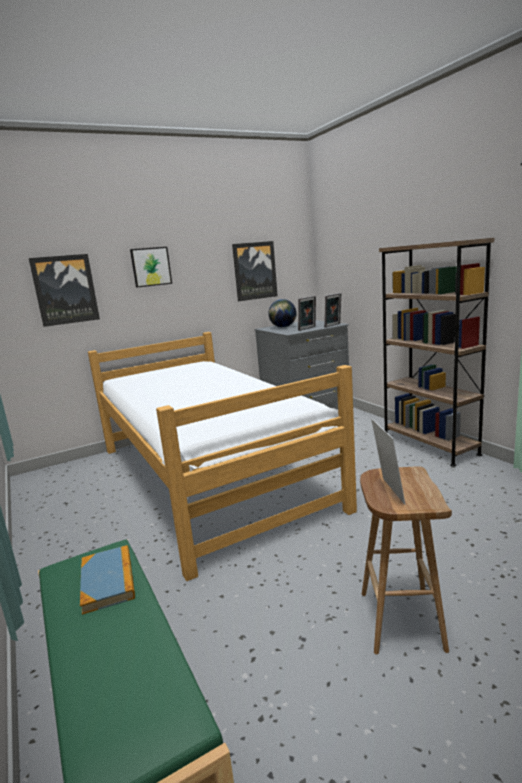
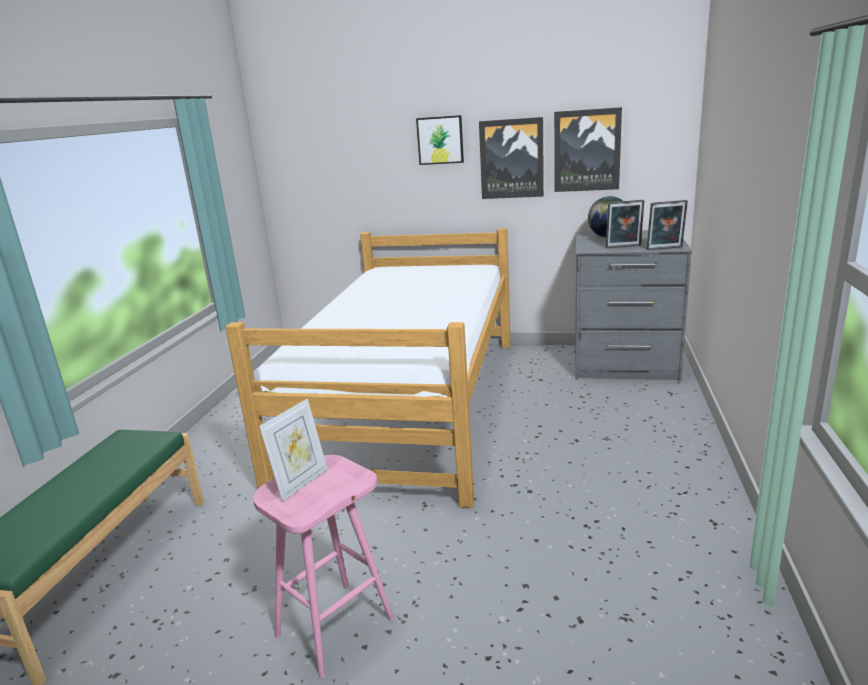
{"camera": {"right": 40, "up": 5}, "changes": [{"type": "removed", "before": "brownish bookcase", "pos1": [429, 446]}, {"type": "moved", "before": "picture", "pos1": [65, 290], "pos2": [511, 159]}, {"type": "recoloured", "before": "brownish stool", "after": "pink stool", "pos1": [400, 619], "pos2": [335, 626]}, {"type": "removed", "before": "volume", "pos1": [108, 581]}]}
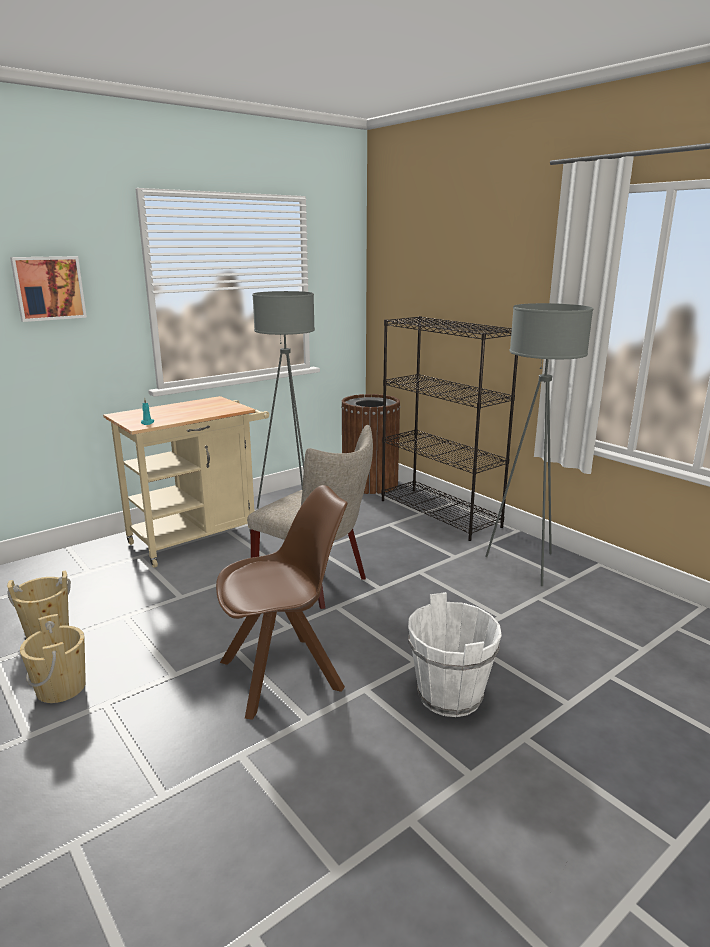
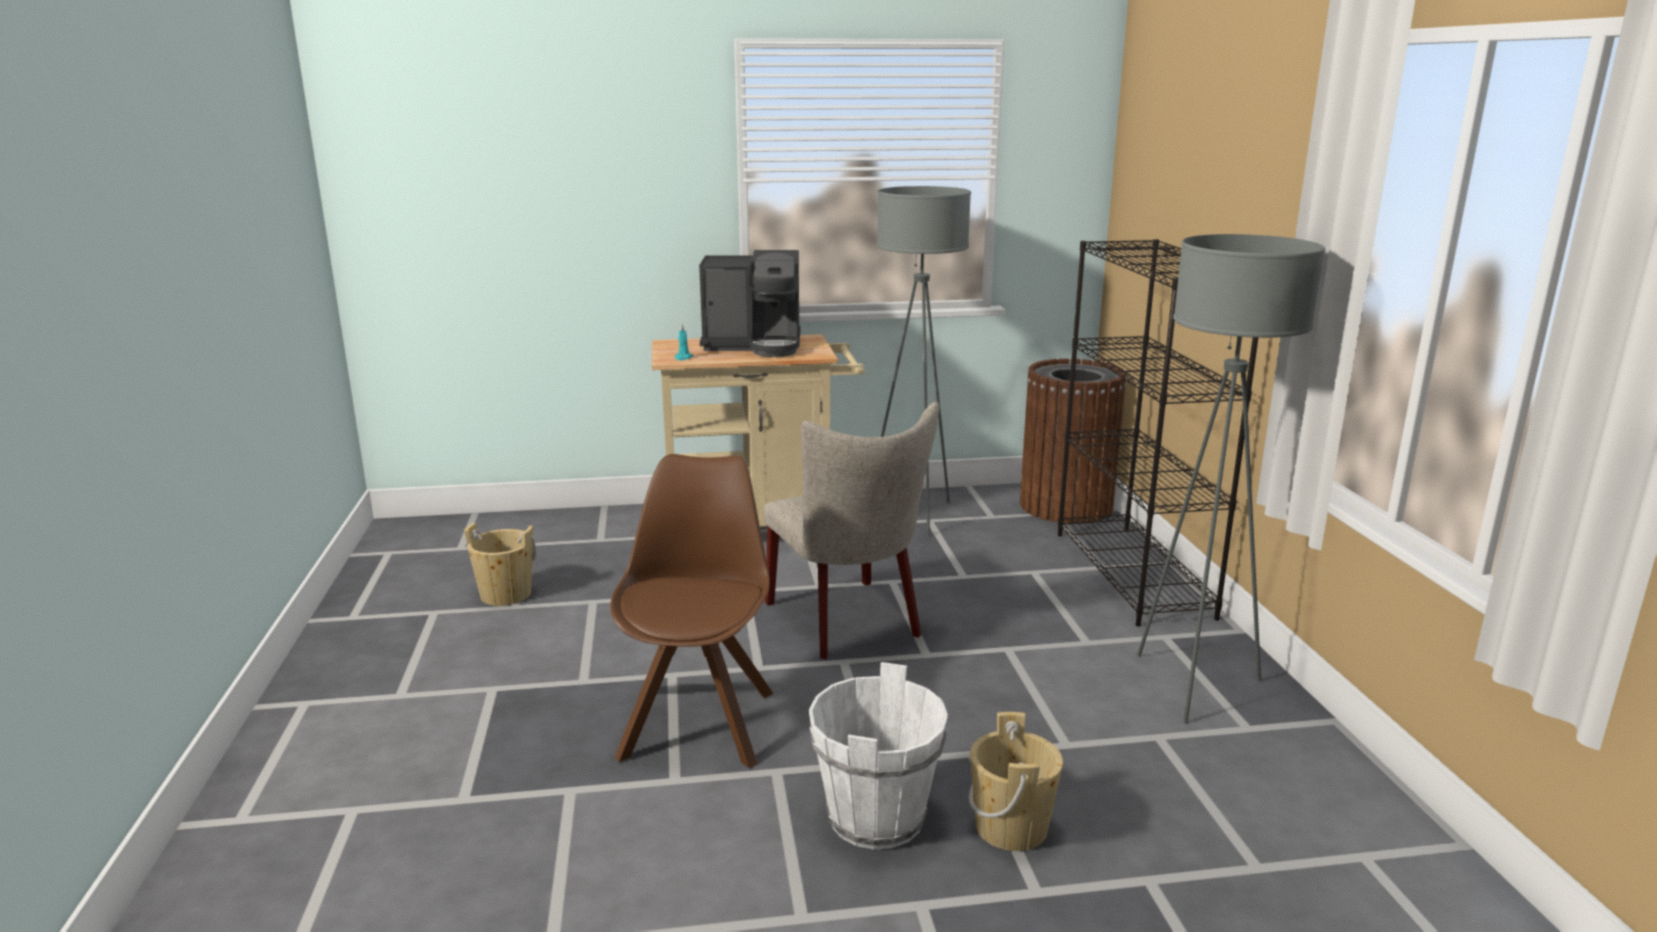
{"camera": {"right": 30, "up": 0}, "changes": [{"type": "removed", "before": "picture", "pos1": [48, 288]}, {"type": "turned", "before": "brownish upright chair", "pos1": [284, 674], "pos2": [699, 721], "turn": -90}, {"type": "moved", "before": "sand-coloured pail", "pos1": [61, 688], "pos2": [1011, 827]}, {"type": "added", "after": "coffee machine", "pos2": [754, 346]}]}
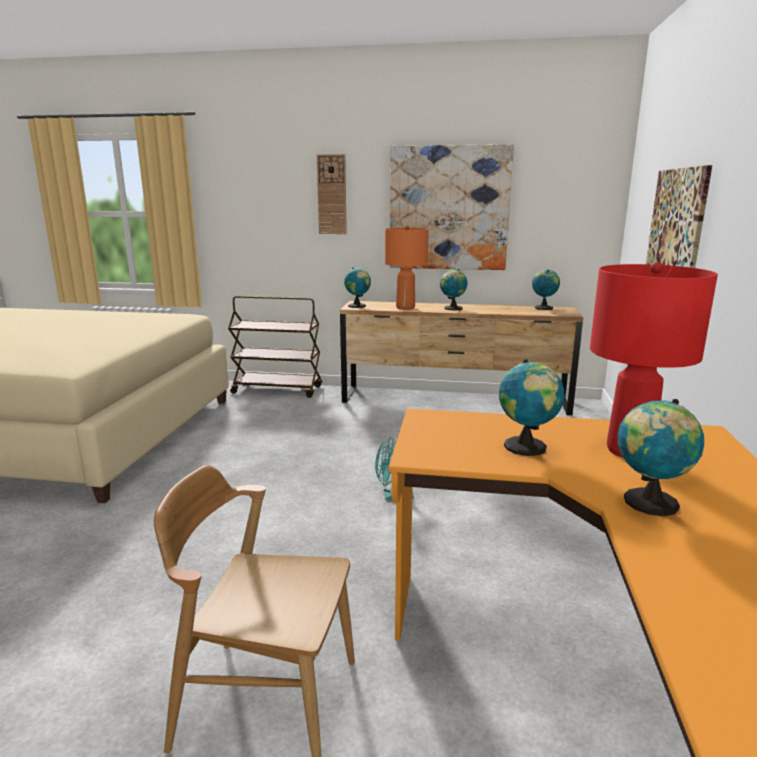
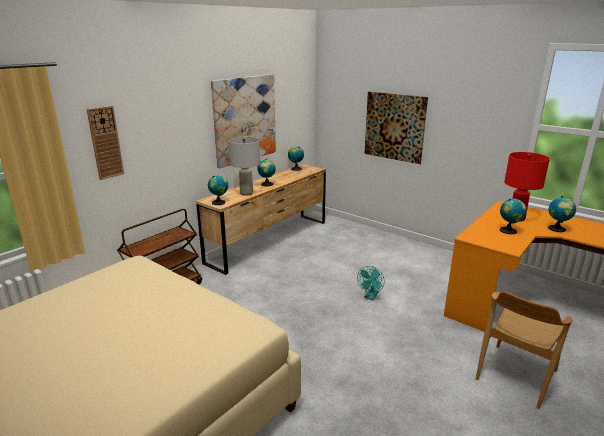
{"camera": {"right": -60, "up": 5}, "changes": [{"type": "moved", "before": "wall clock", "pos1": [332, 195], "pos2": [105, 143]}, {"type": "recoloured", "before": "orangey table lamp", "after": "gray table lamp", "pos1": [405, 308], "pos2": [246, 193]}]}
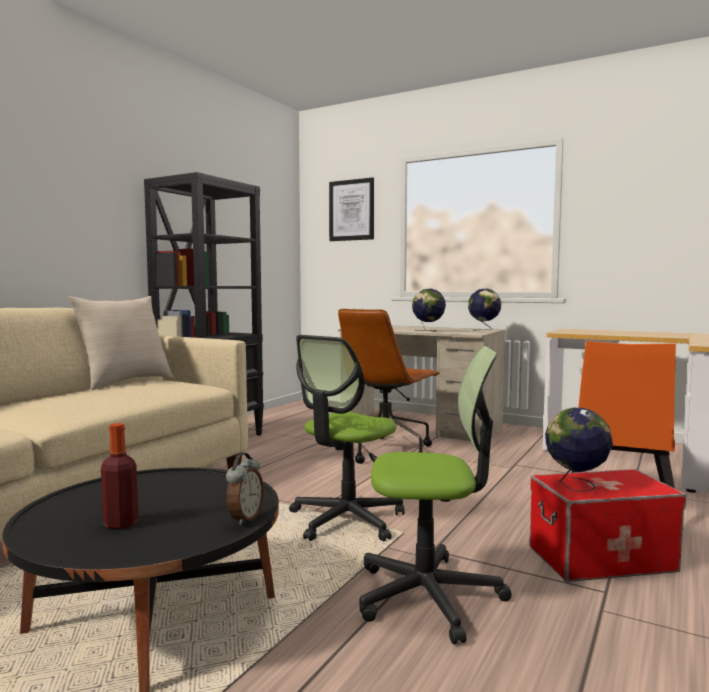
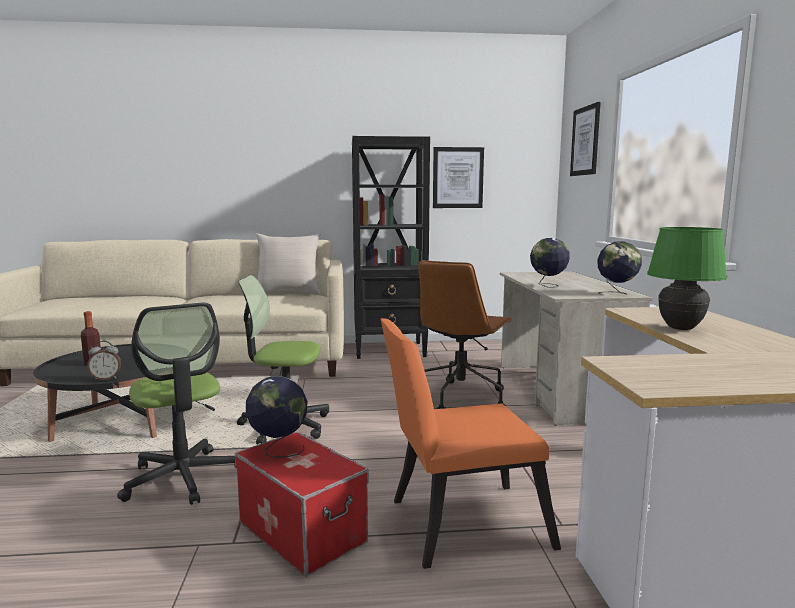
{"camera": {"right": 55, "up": 5}, "changes": [{"type": "turned", "before": "brownish desk chair", "pos1": [386, 450], "pos2": [460, 397], "turn": -60}, {"type": "added", "after": "picture", "pos2": [458, 178]}, {"type": "added", "after": "green-coloured table lamp", "pos2": [680, 329]}]}
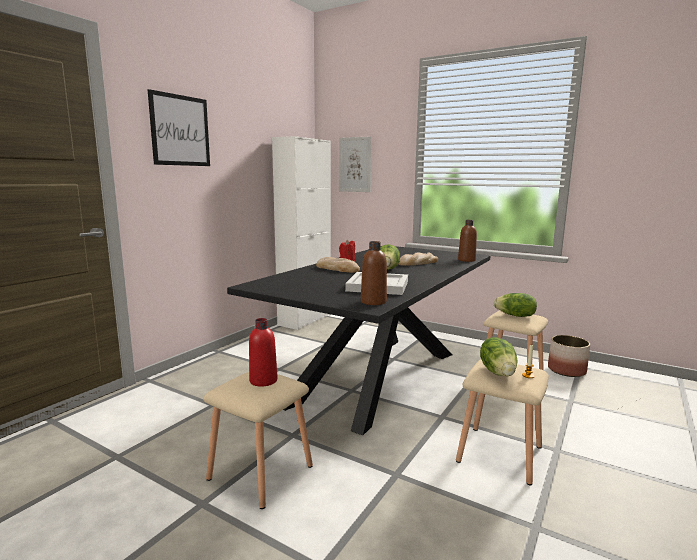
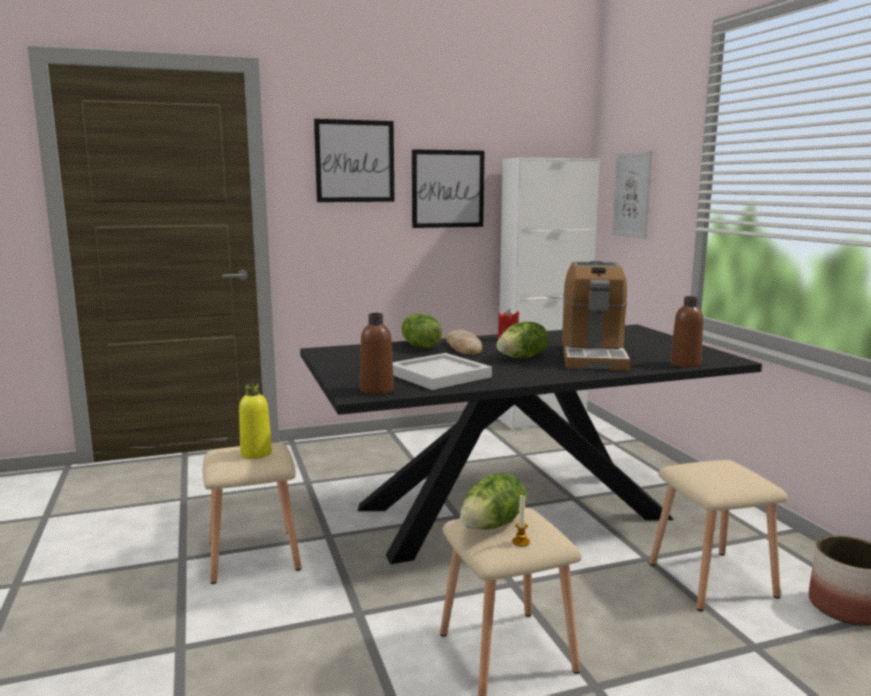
{"camera": {"right": 40, "up": 0}, "changes": [{"type": "replaced", "before": "bread", "after": "coffee machine", "pos1": [418, 263], "pos2": [593, 356]}, {"type": "moved", "before": "lettuce", "pos1": [515, 316], "pos2": [419, 346]}, {"type": "recoloured", "before": "reddish drink bottle", "after": "yellowish drink bottle", "pos1": [263, 381], "pos2": [256, 453]}, {"type": "added", "after": "picture", "pos2": [448, 189]}]}
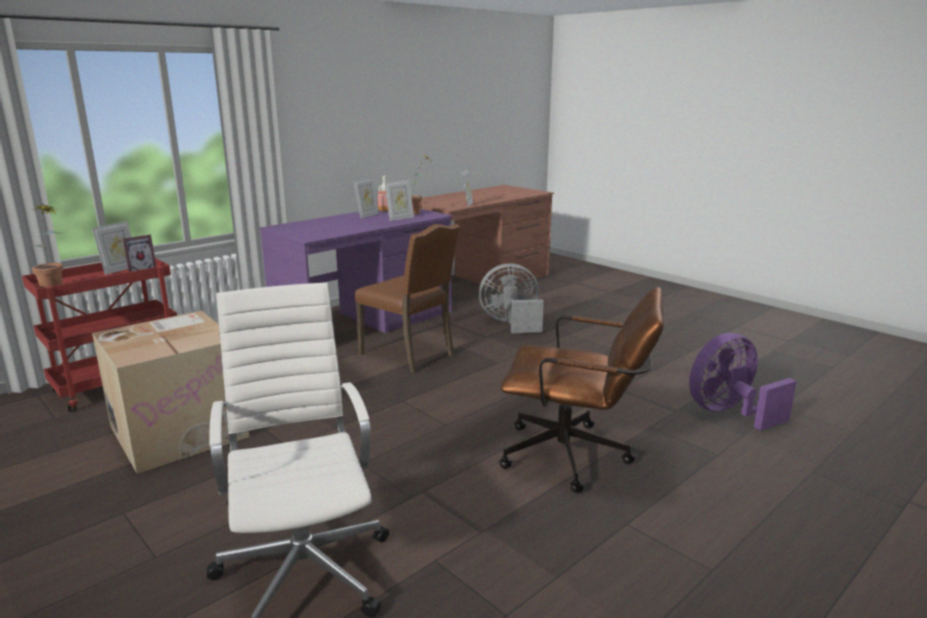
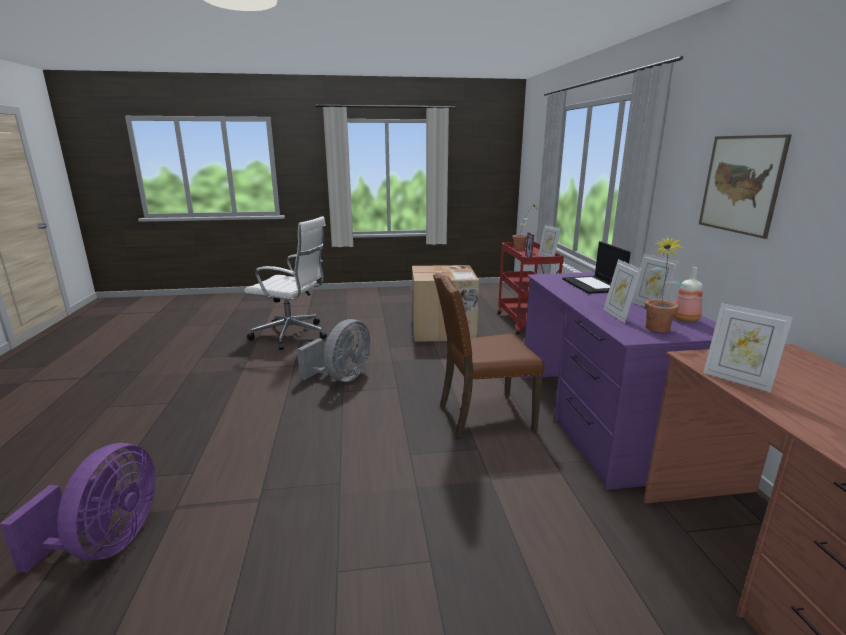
{"camera": {"right": 125, "up": 0}, "changes": [{"type": "moved", "before": "gray electric fan", "pos1": [511, 323], "pos2": [342, 378]}, {"type": "removed", "before": "brownish desk chair", "pos1": [576, 457]}, {"type": "added", "after": "picture", "pos2": [741, 184]}, {"type": "added", "after": "laptop", "pos2": [593, 285]}]}
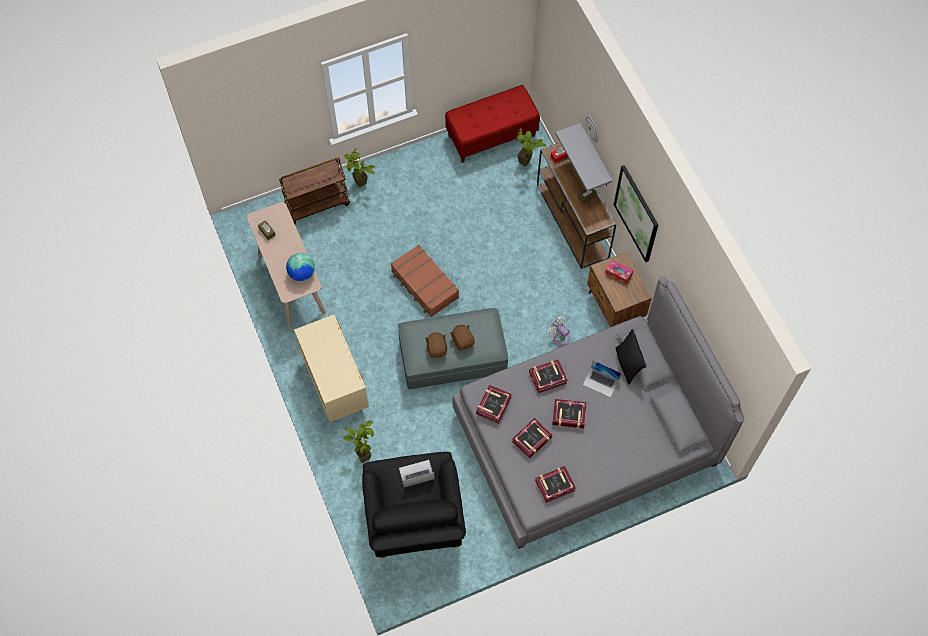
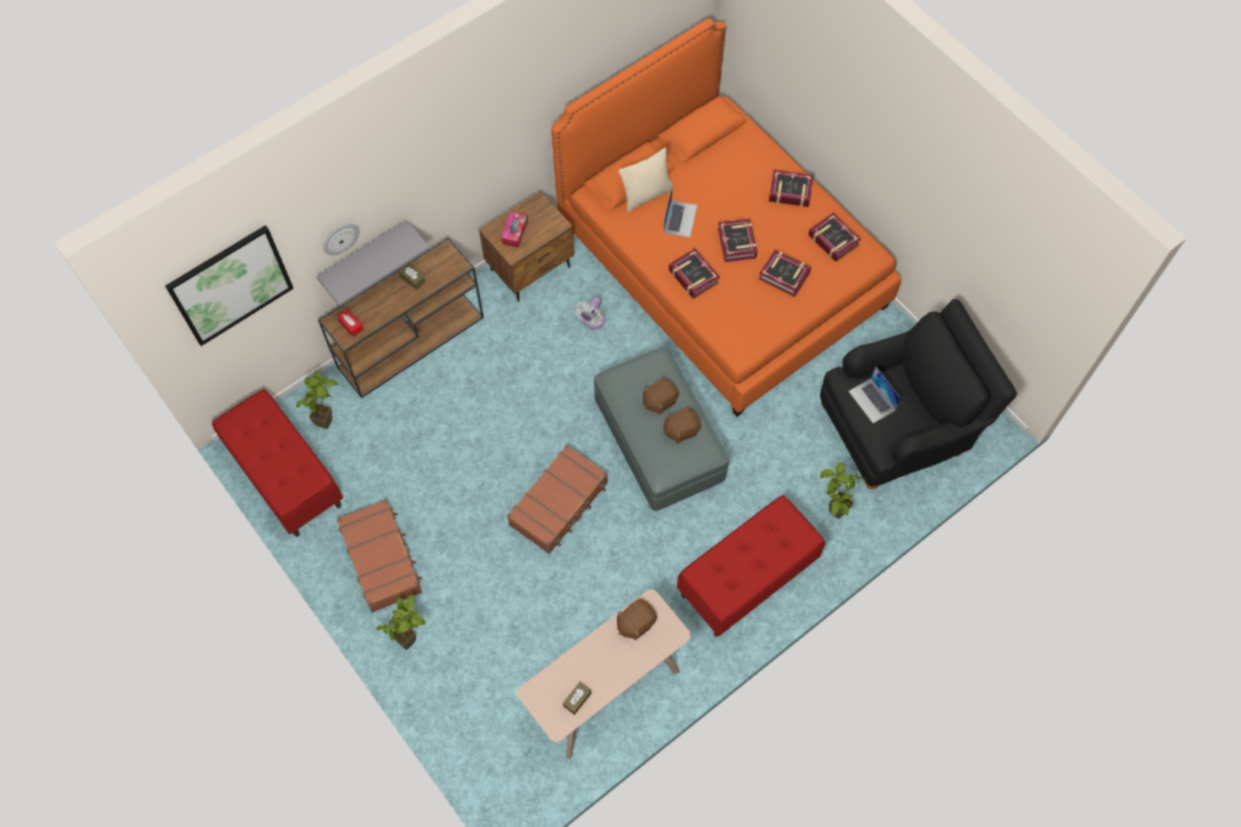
{"camera": {"right": -105, "up": 0}, "changes": [{"type": "removed", "before": "brownish wheeled cart", "pos1": [317, 204]}, {"type": "moved", "before": "picture", "pos1": [636, 213], "pos2": [231, 285]}, {"type": "replaced", "before": "globe", "after": "brownish cuddly toy", "pos1": [302, 273], "pos2": [635, 623]}, {"type": "recoloured", "before": "gray sleeping bed", "after": "orangey sleeping bed", "pos1": [586, 437], "pos2": [721, 266]}, {"type": "replaced", "before": "sand-coloured chest of drawers", "after": "reddish indoor bench", "pos1": [335, 384], "pos2": [747, 578]}, {"type": "recoloured", "before": "black cushion", "after": "sand-coloured cushion", "pos1": [627, 365], "pos2": [646, 195]}, {"type": "moved", "before": "volume", "pos1": [493, 405], "pos2": [790, 192]}, {"type": "added", "after": "brownish travel case", "pos2": [382, 559]}]}
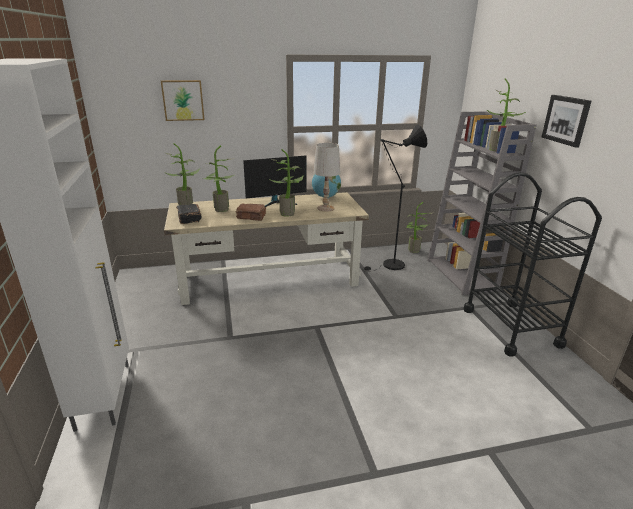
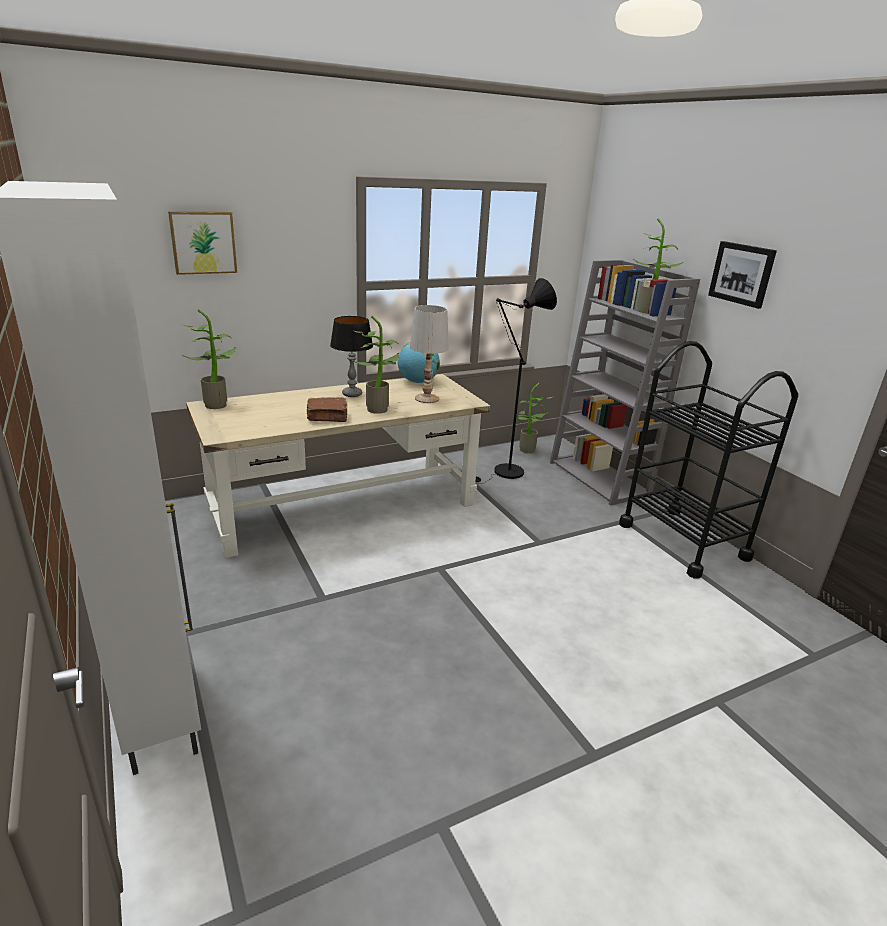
{"camera": {"right": -15, "up": 0}, "changes": [{"type": "removed", "before": "houseplant", "pos1": [221, 210]}, {"type": "replaced", "before": "monitor", "after": "table lamp", "pos1": [276, 203], "pos2": [352, 394]}, {"type": "removed", "before": "black volume", "pos1": [189, 218]}]}
